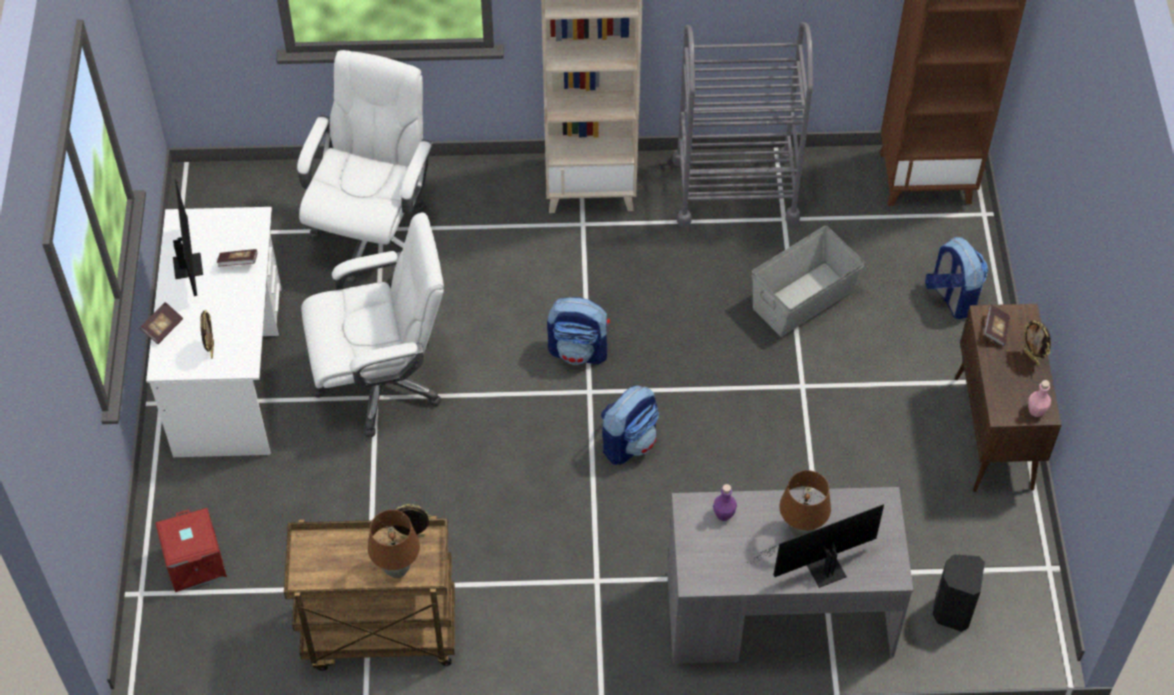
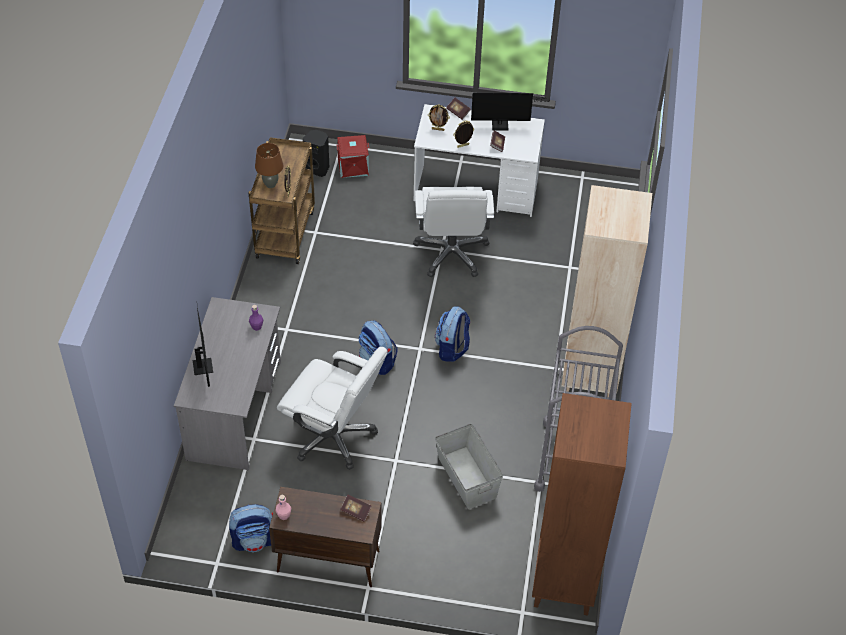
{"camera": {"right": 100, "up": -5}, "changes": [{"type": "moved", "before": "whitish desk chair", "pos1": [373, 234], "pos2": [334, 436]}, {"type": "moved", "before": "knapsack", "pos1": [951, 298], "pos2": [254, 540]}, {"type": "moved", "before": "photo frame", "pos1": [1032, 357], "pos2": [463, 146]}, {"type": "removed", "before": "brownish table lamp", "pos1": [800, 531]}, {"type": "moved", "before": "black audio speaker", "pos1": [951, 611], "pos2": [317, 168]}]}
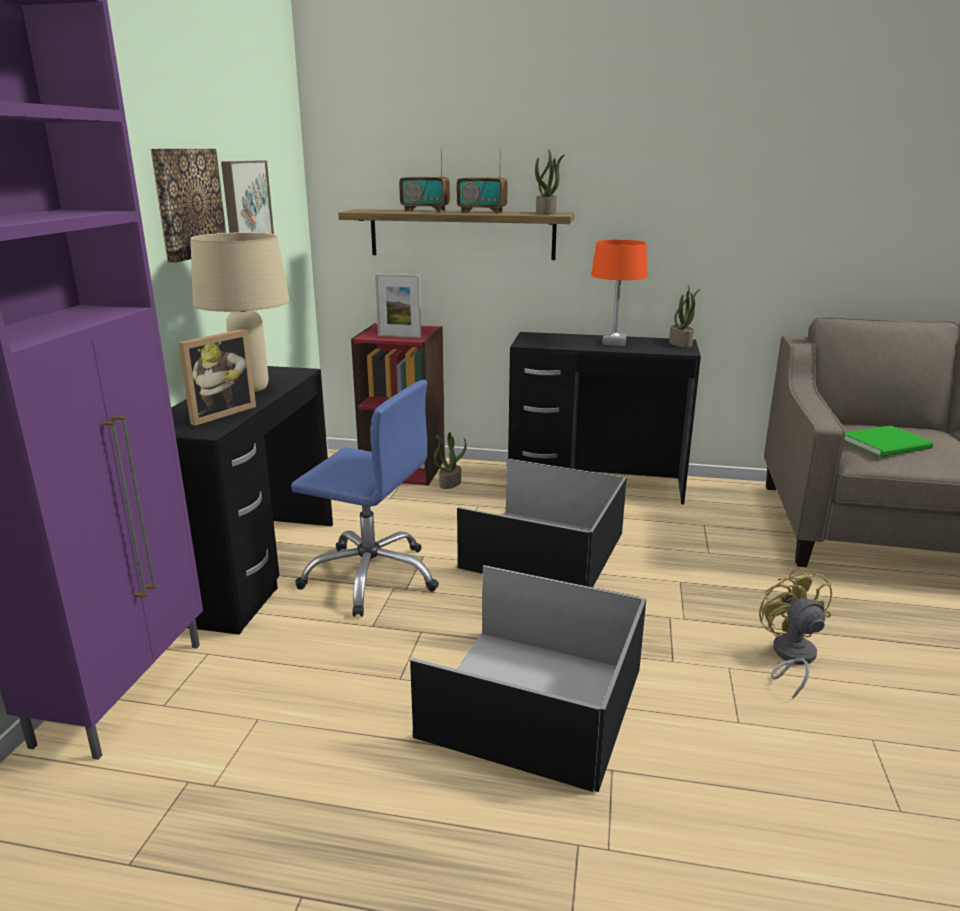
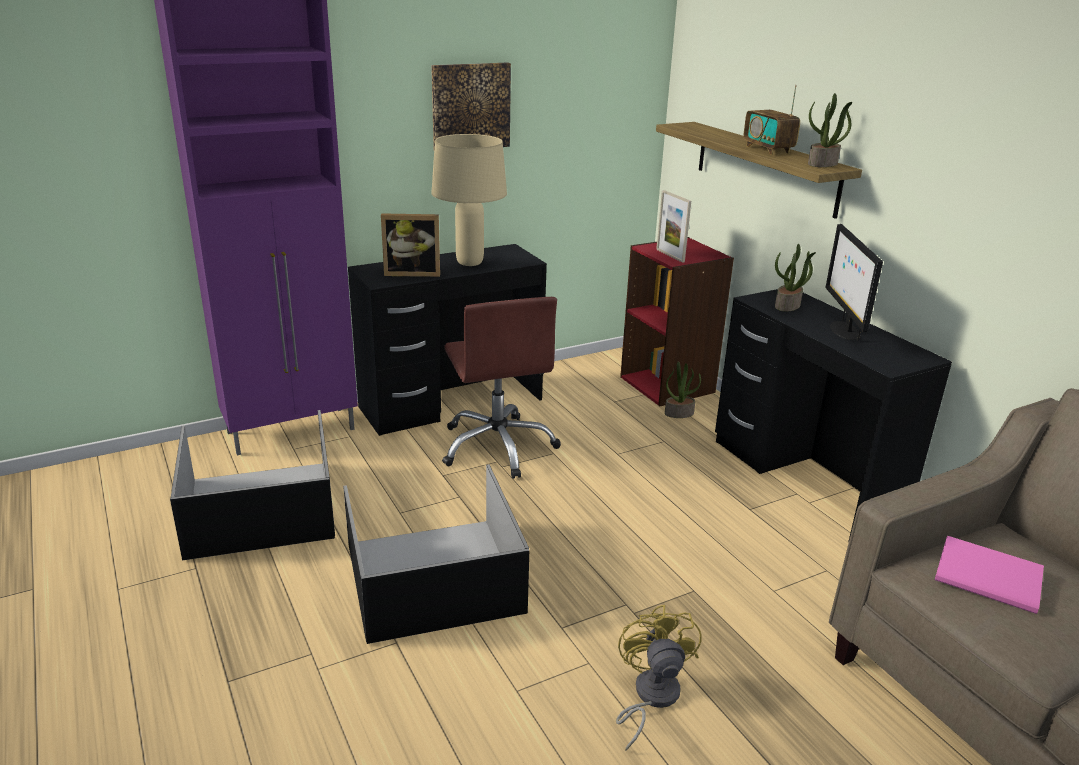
{"camera": {"right": 50, "up": 5}, "changes": [{"type": "removed", "before": "radio", "pos1": [425, 211]}, {"type": "removed", "before": "picture", "pos1": [245, 201]}, {"type": "replaced", "before": "orangey table lamp", "after": "monitor", "pos1": [614, 343], "pos2": [844, 330]}, {"type": "moved", "before": "houseplant", "pos1": [681, 343], "pos2": [788, 306]}, {"type": "recoloured", "before": "blue-coloured desk chair", "after": "brownish desk chair", "pos1": [371, 576], "pos2": [498, 446]}, {"type": "recoloured", "before": "green-coloured volume", "after": "pink volume", "pos1": [888, 444], "pos2": [991, 579]}, {"type": "moved", "before": "black storage container", "pos1": [543, 549], "pos2": [262, 508]}, {"type": "turned", "before": "yellowish electric fan", "pos1": [790, 657], "pos2": [650, 697], "turn": -45}]}
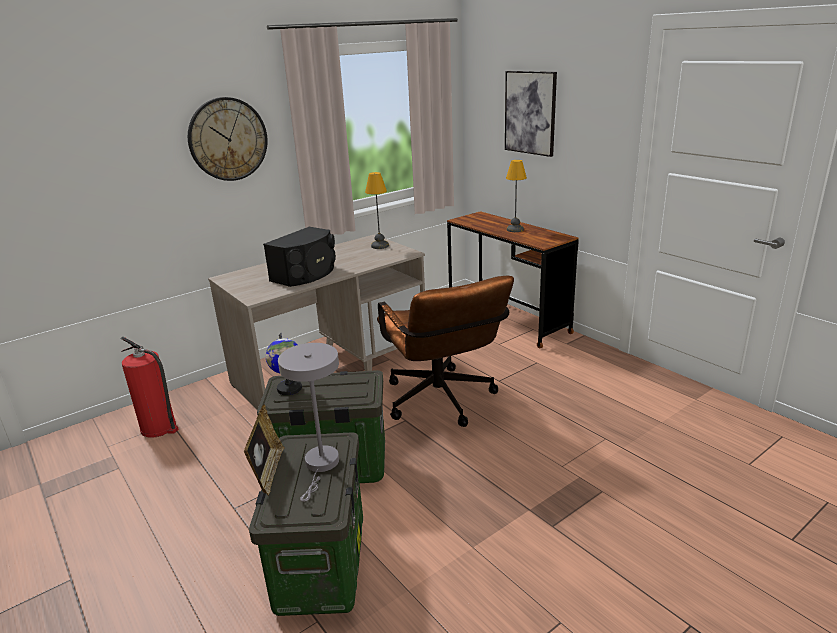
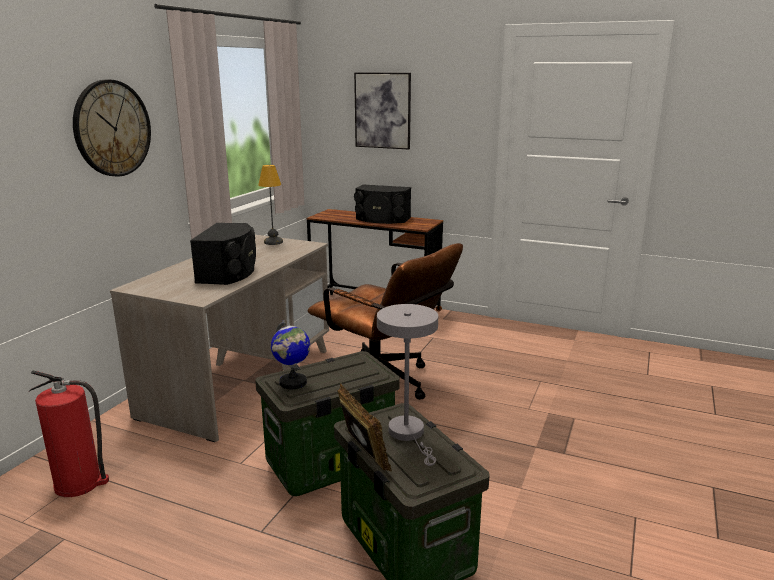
{"camera": {"right": -30, "up": -5}, "changes": [{"type": "replaced", "before": "table lamp", "after": "black audio speaker", "pos1": [515, 229], "pos2": [382, 219]}]}
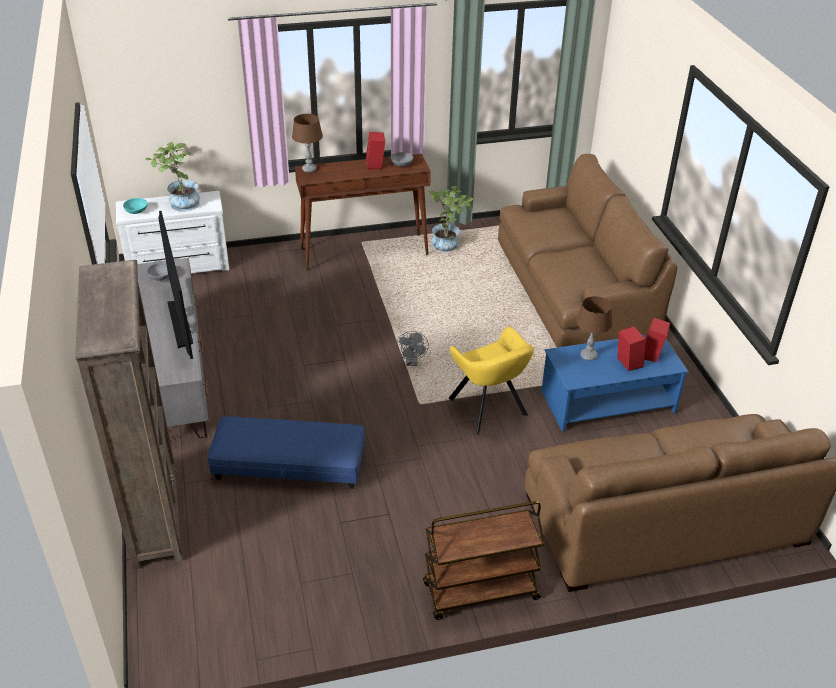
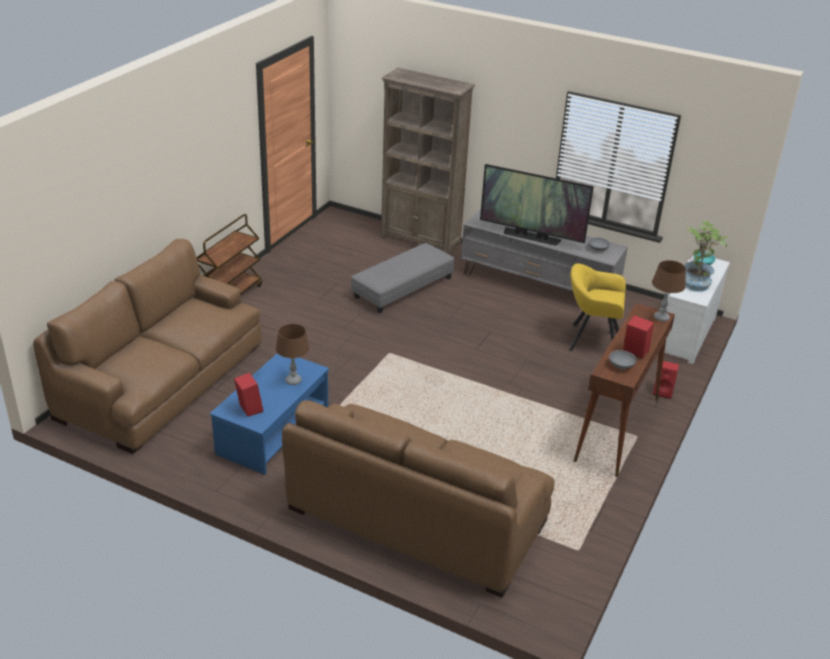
{"camera": {"right": 130, "up": -5}, "changes": [{"type": "removed", "before": "houseplant", "pos1": [448, 244]}, {"type": "moved", "before": "reddish audio speaker", "pos1": [627, 363], "pos2": [663, 392]}, {"type": "moved", "before": "yellowish armchair", "pos1": [489, 409], "pos2": [591, 339]}, {"type": "removed", "before": "gray electric fan", "pos1": [412, 362]}, {"type": "recoloured", "before": "blue-coloured footrest", "after": "gray footrest", "pos1": [289, 465], "pos2": [403, 287]}]}
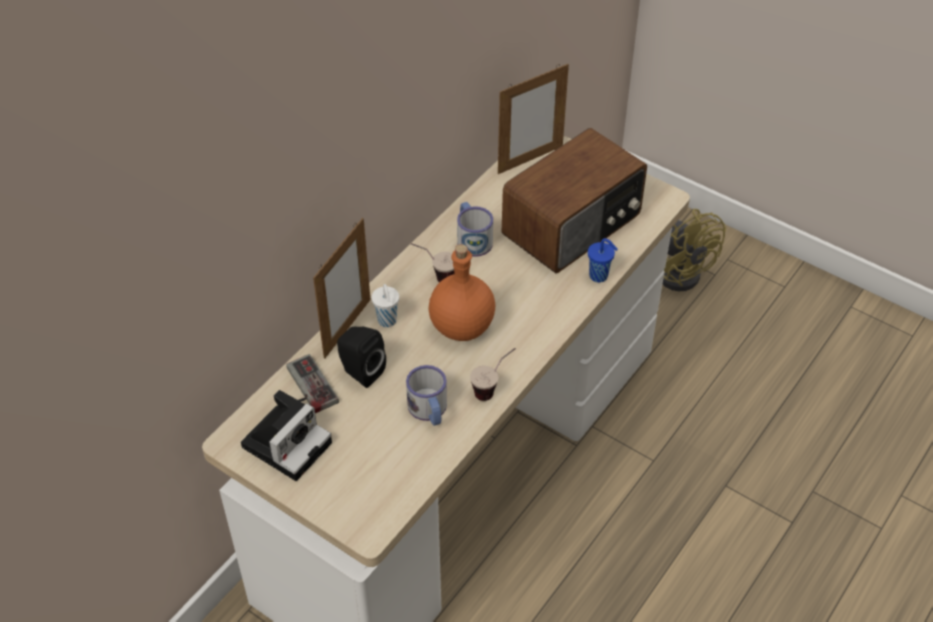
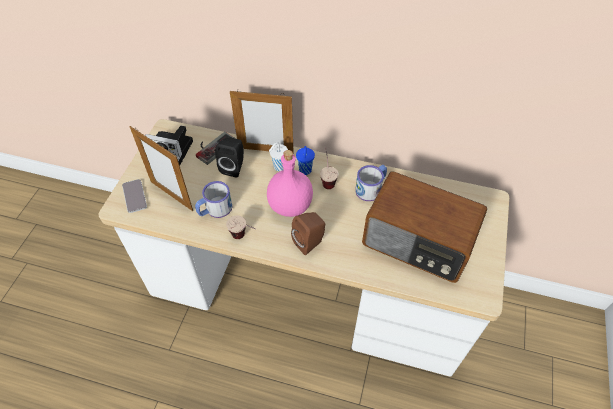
{"camera": {"right": 70, "up": 5}, "changes": [{"type": "moved", "before": "photo frame", "pos1": [530, 159], "pos2": [171, 195]}, {"type": "removed", "before": "yellowish electric fan", "pos1": [680, 269]}, {"type": "moved", "before": "blue-coloured cup", "pos1": [599, 276], "pos2": [305, 171]}, {"type": "recoloured", "before": "orangey drink bottle", "after": "pink drink bottle", "pos1": [461, 326], "pos2": [290, 205]}, {"type": "added", "after": "phone", "pos2": [134, 196]}, {"type": "added", "after": "brownish audio speaker", "pos2": [310, 242]}]}
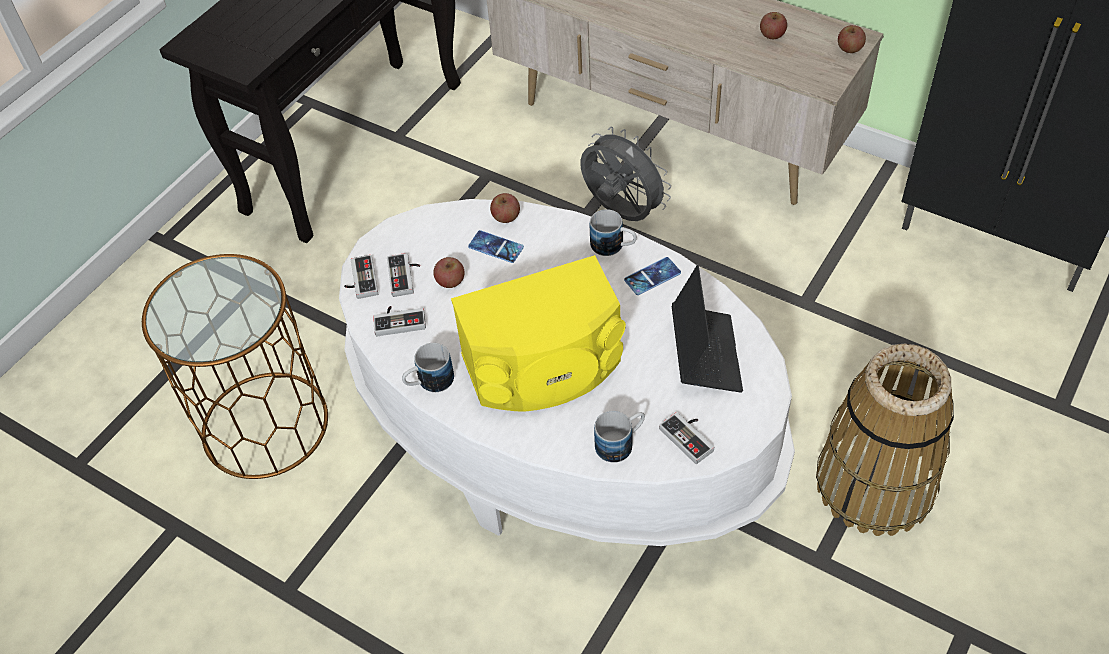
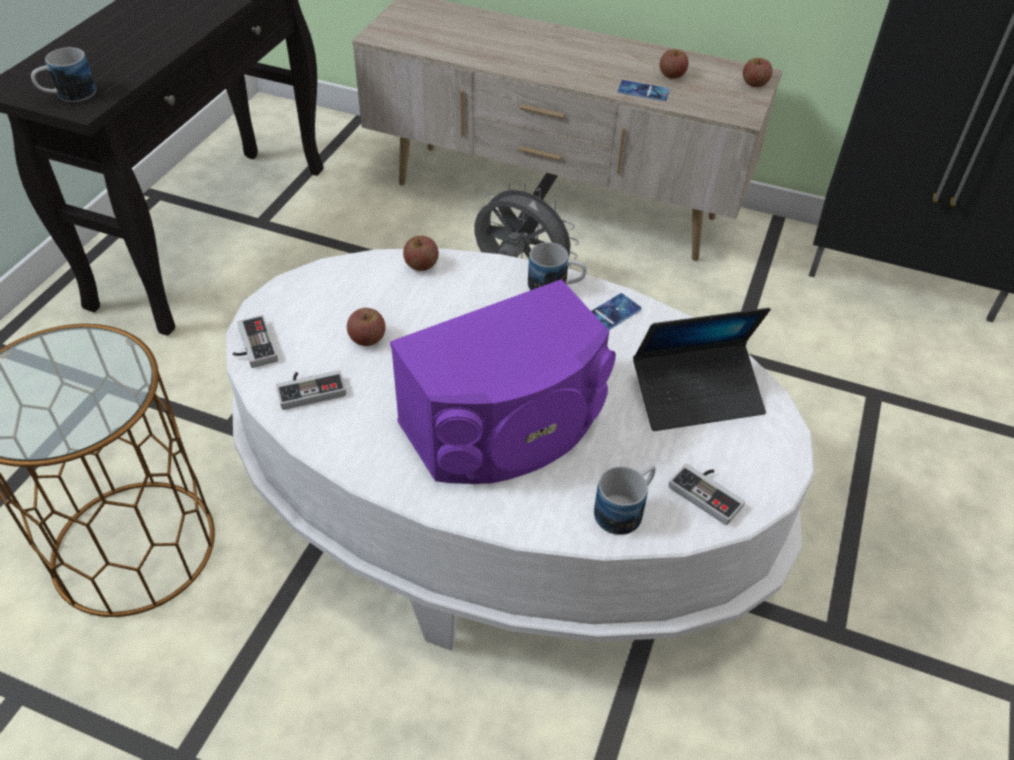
{"camera": {"right": -15, "up": -5}, "changes": [{"type": "moved", "before": "phone", "pos1": [496, 247], "pos2": [643, 91]}, {"type": "removed", "before": "game controller", "pos1": [405, 276]}, {"type": "recoloured", "before": "yellowish audio speaker", "after": "purple audio speaker", "pos1": [545, 367], "pos2": [506, 427]}, {"type": "turned", "before": "laptop", "pos1": [705, 354], "pos2": [697, 395], "turn": 90}, {"type": "moved", "before": "coffee mug", "pos1": [429, 382], "pos2": [68, 96]}, {"type": "removed", "before": "storage basket", "pos1": [874, 483]}]}
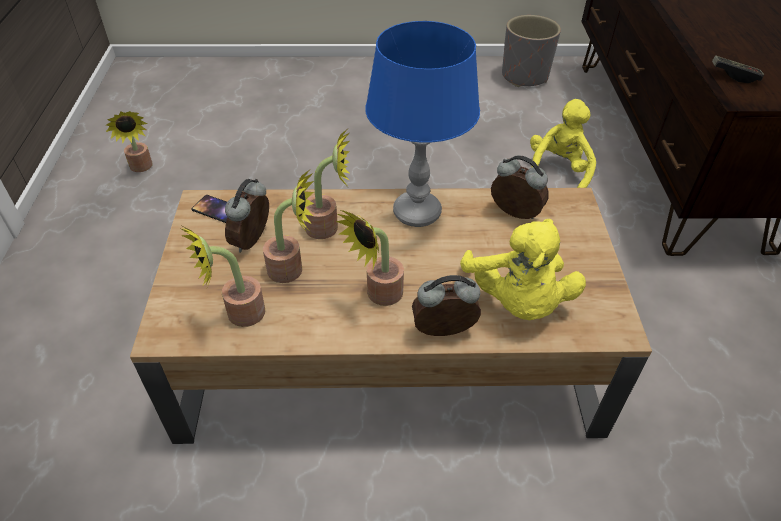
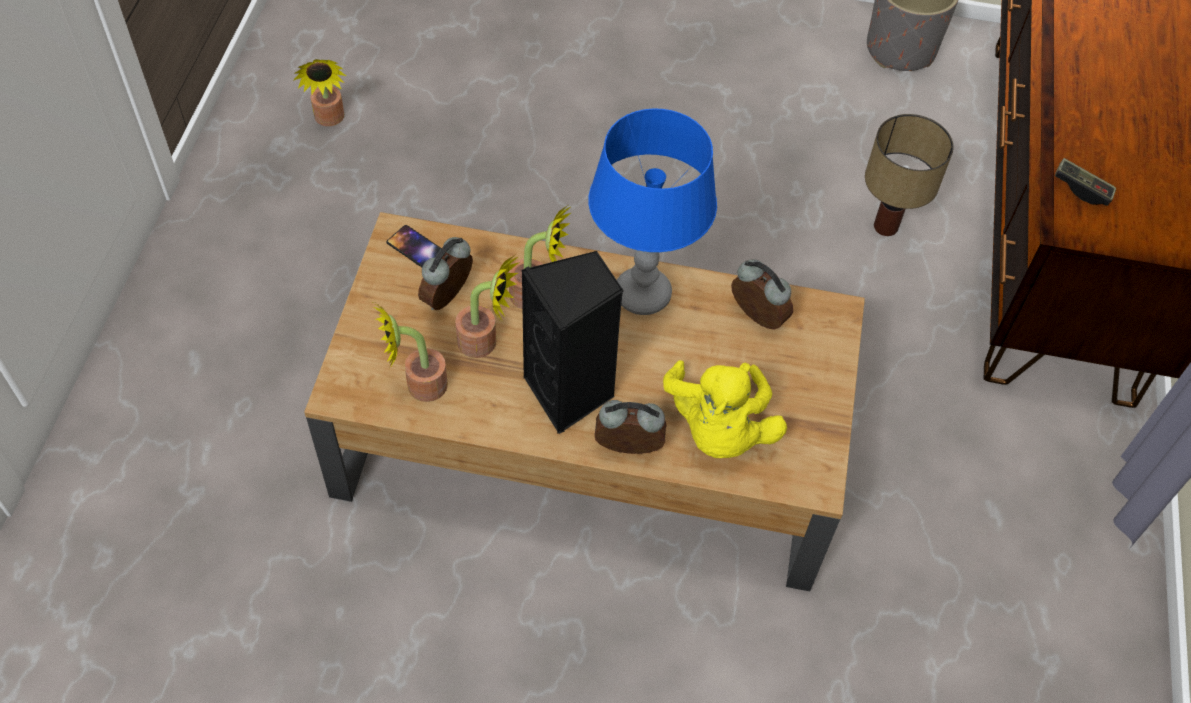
{"camera": {"right": 10, "up": 10}, "changes": [{"type": "replaced", "before": "yellowish cuddly toy", "after": "table lamp", "pos1": [558, 172], "pos2": [887, 226]}, {"type": "replaced", "before": "houseplant", "after": "black audio speaker", "pos1": [379, 296], "pos2": [571, 393]}]}
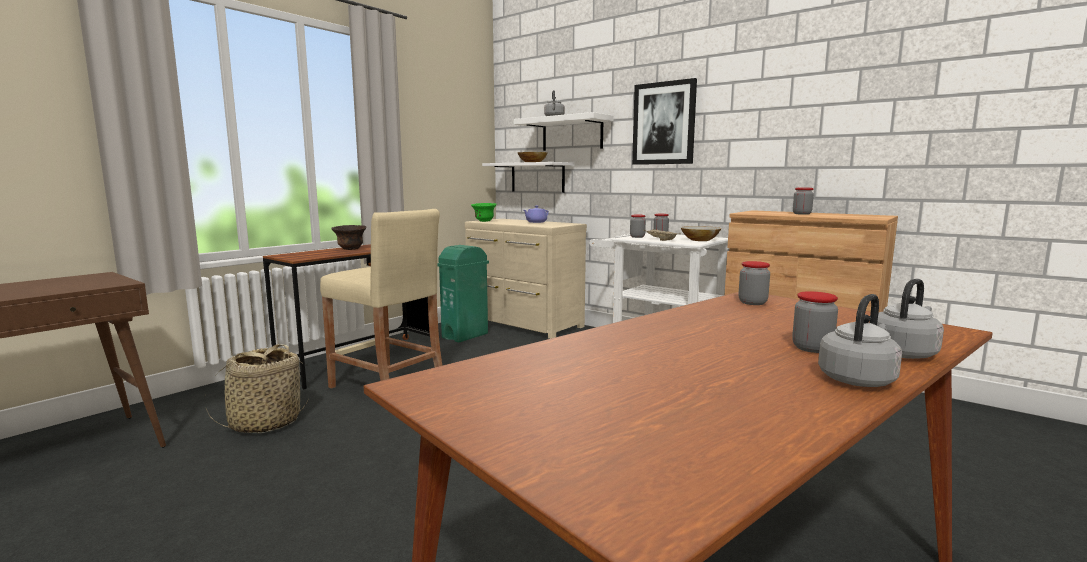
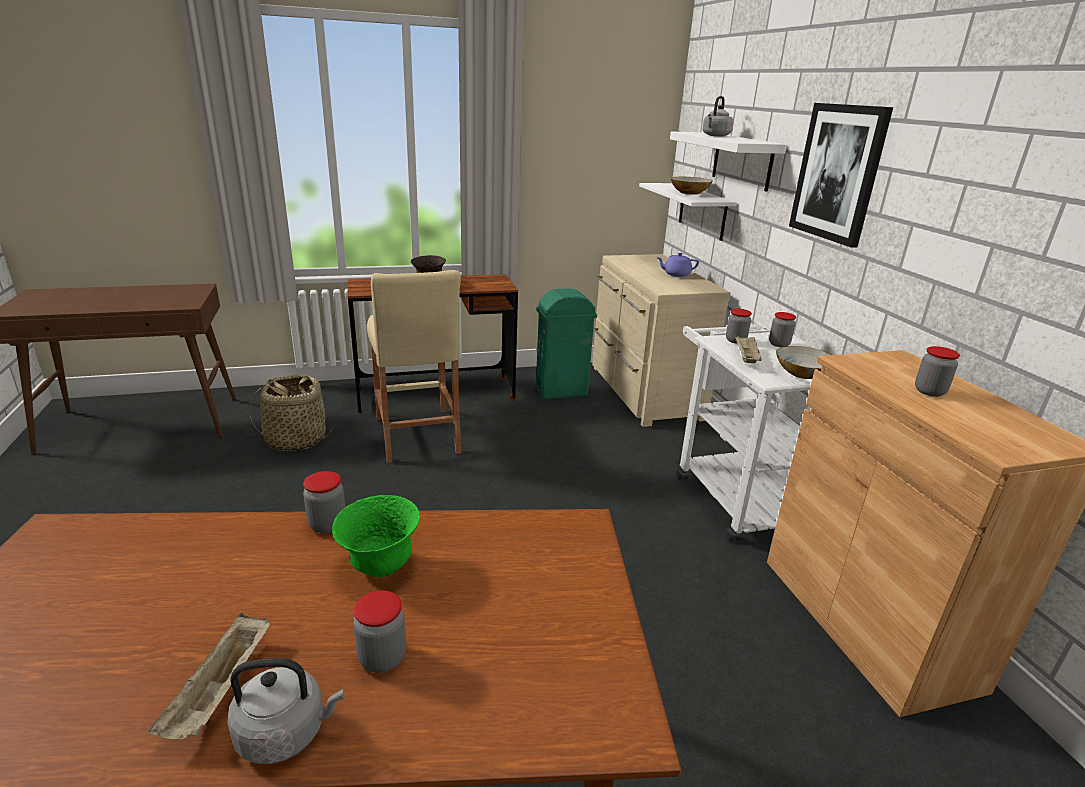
{"camera": {"right": 35, "up": 15}, "changes": [{"type": "moved", "before": "green-coloured serving bowl", "pos1": [484, 221], "pos2": [381, 566]}, {"type": "moved", "before": "jar", "pos1": [752, 302], "pos2": [327, 524]}, {"type": "removed", "before": "gray kettle", "pos1": [903, 353]}, {"type": "added", "after": "sand-coloured carrying tray", "pos2": [221, 692]}]}
